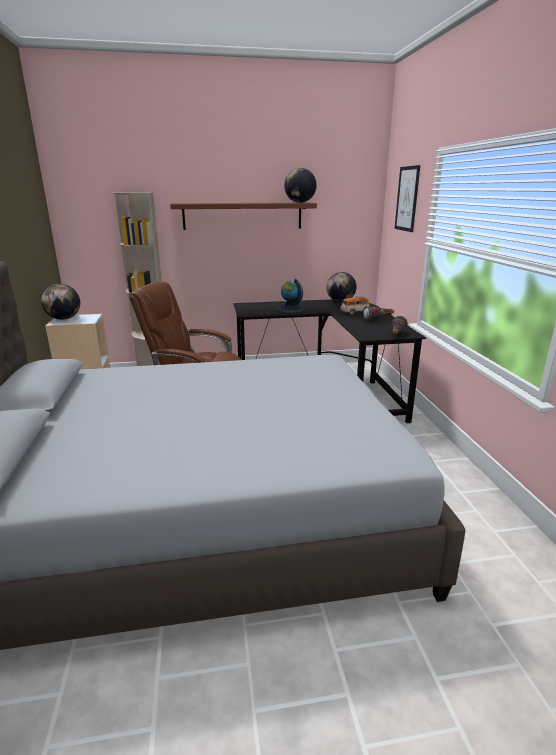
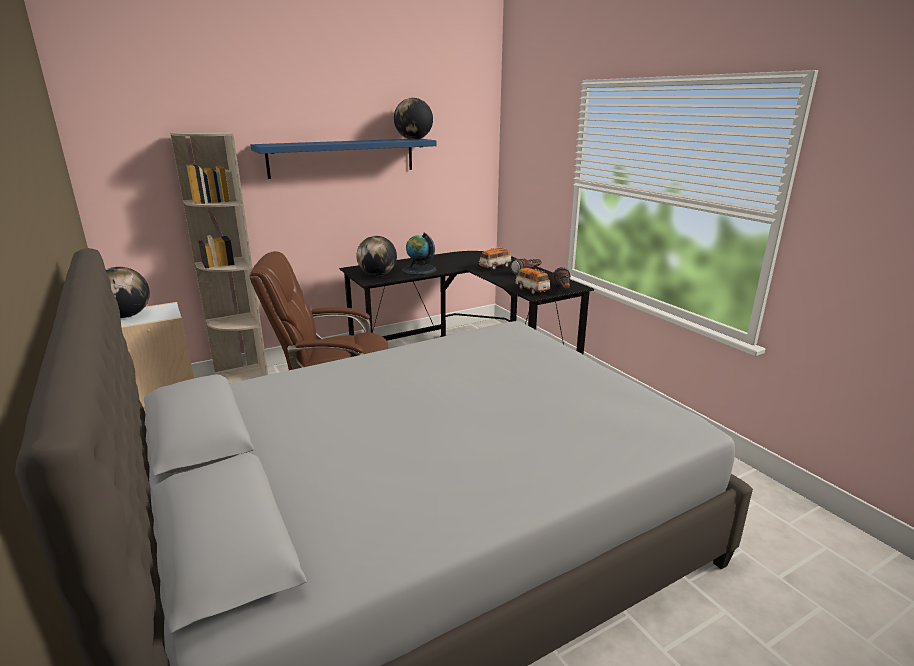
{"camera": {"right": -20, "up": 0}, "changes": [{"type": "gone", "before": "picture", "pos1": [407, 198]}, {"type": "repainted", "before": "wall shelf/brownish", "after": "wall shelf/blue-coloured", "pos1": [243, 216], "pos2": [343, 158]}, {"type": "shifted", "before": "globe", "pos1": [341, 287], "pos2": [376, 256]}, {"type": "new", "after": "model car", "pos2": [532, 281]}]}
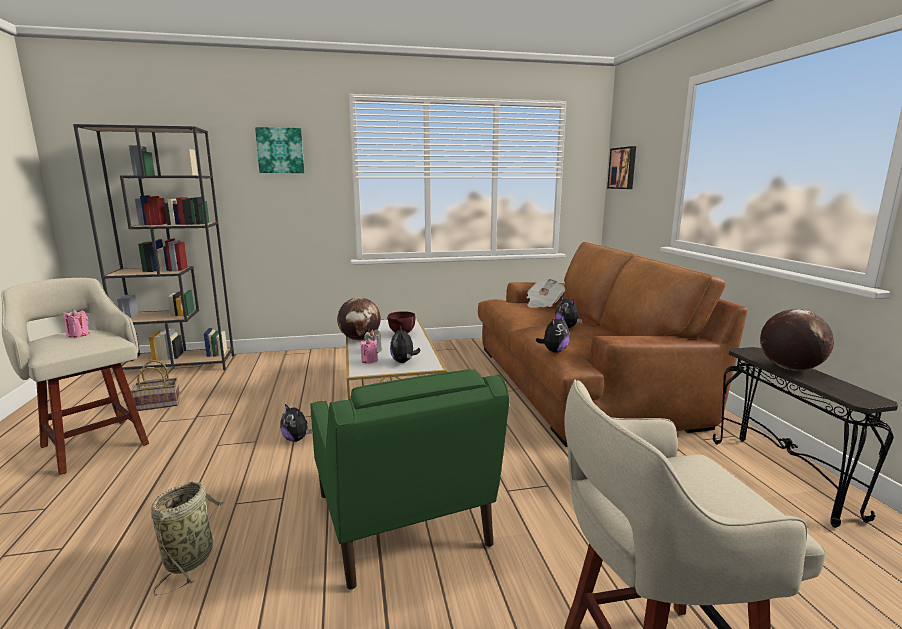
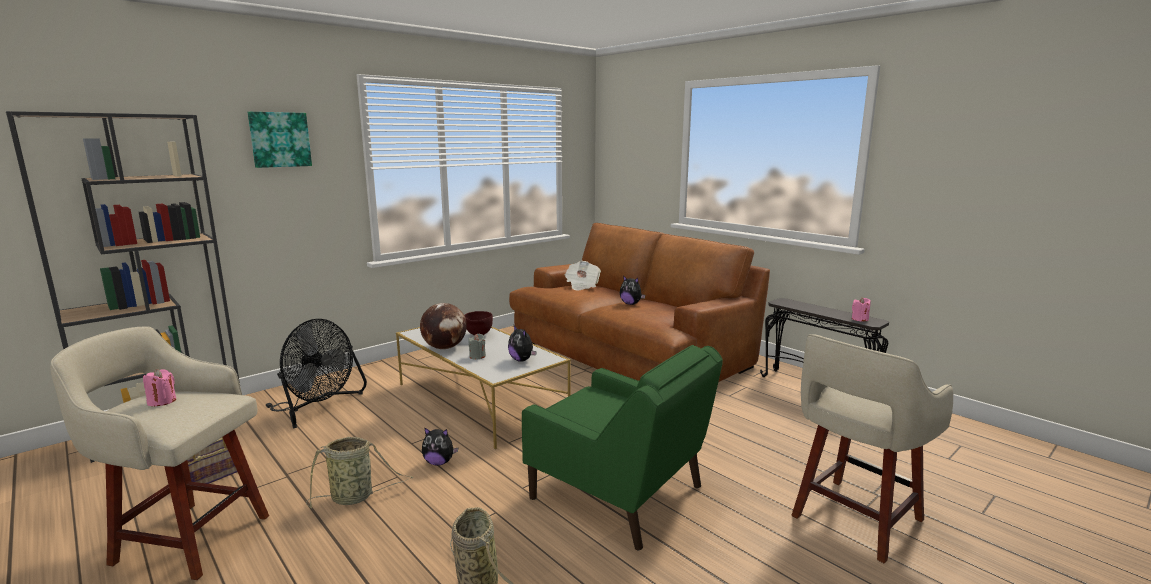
{"camera": {"right": -30, "up": 0}, "changes": [{"type": "gone", "before": "picture", "pos1": [621, 167]}, {"type": "gone", "before": "globe", "pos1": [797, 340]}, {"type": "gone", "before": "plush toy", "pos1": [553, 334]}, {"type": "shifted", "before": "wax candle/pinkish", "pos1": [369, 350], "pos2": [861, 309]}, {"type": "new", "after": "electric fan/black-coloured", "pos2": [316, 374]}, {"type": "new", "after": "household basket", "pos2": [360, 472]}]}
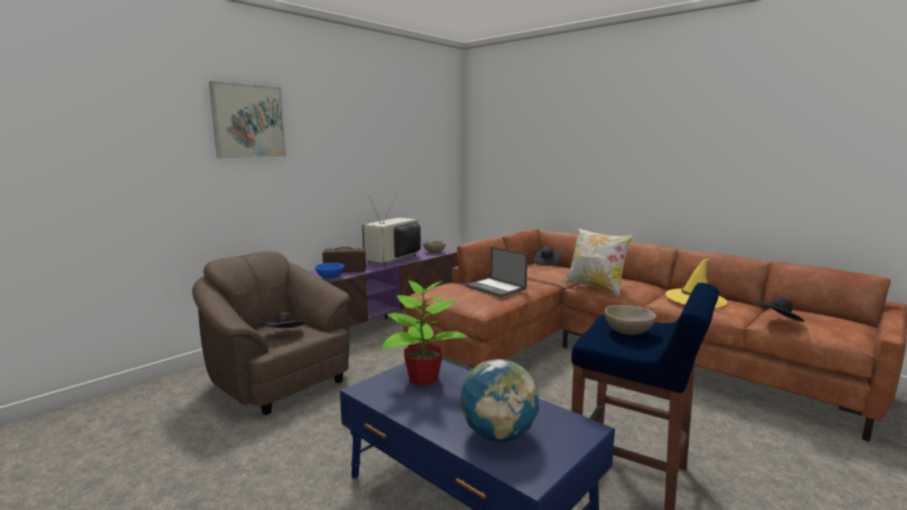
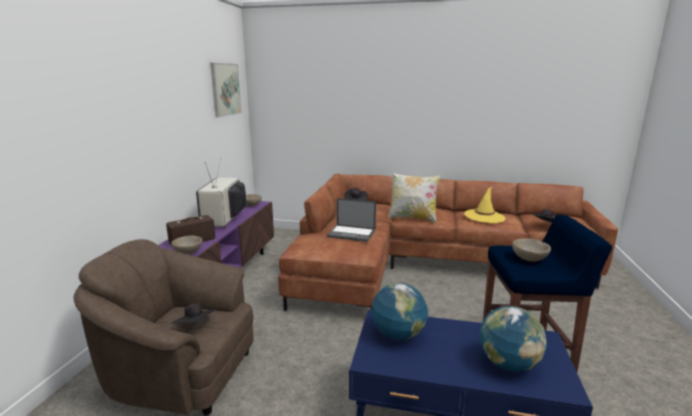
{"camera": {"right": -30, "up": 5}, "changes": [{"type": "shifted", "before": "picture", "pos1": [247, 119], "pos2": [226, 90]}, {"type": "repainted", "before": "bowl/blue-coloured", "after": "bowl/beige", "pos1": [329, 270], "pos2": [186, 244]}, {"type": "swapped", "before": "plant in a pot", "after": "globe", "pos1": [424, 333], "pos2": [400, 311]}]}
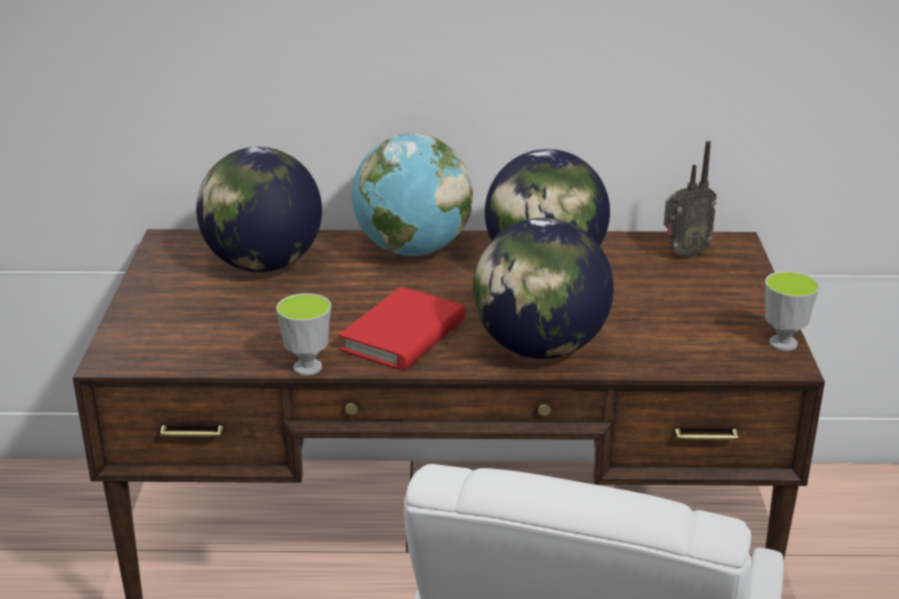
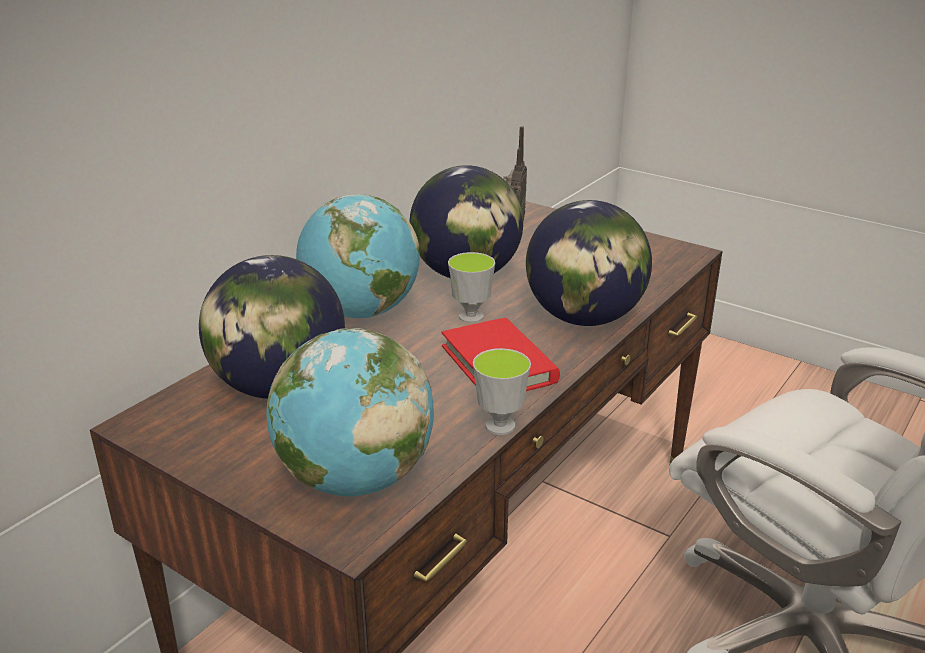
{"camera": {"right": -55, "up": 0}, "changes": [{"type": "shifted", "before": "drinking cup", "pos1": [792, 311], "pos2": [471, 287]}, {"type": "new", "after": "globe", "pos2": [350, 412]}]}
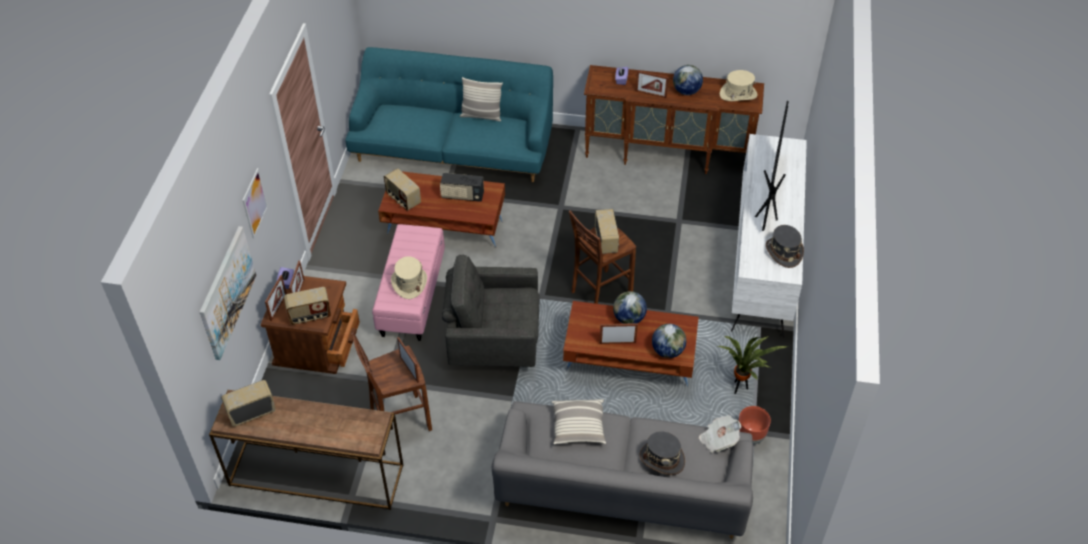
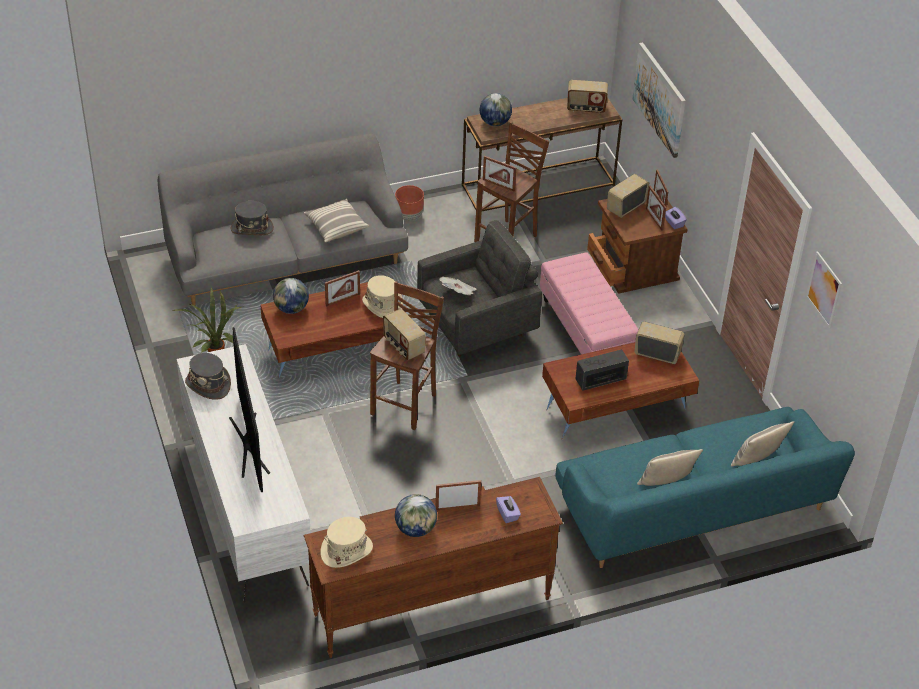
{"camera": {"right": 150, "up": -5}, "changes": [{"type": "shifted", "before": "picture", "pos1": [255, 203], "pos2": [824, 290]}, {"type": "shifted", "before": "hat/beige", "pos1": [409, 277], "pos2": [382, 296]}, {"type": "shifted", "before": "globe", "pos1": [630, 307], "pos2": [496, 109]}, {"type": "rotated", "before": "radio", "pos1": [248, 403], "pos2": [587, 96], "turn": 60}, {"type": "shifted", "before": "planter/brownish", "pos1": [754, 425], "pos2": [409, 203]}, {"type": "shifted", "before": "daily paper", "pos1": [720, 434], "pos2": [458, 286]}, {"type": "new", "after": "cushion", "pos2": [762, 443]}]}
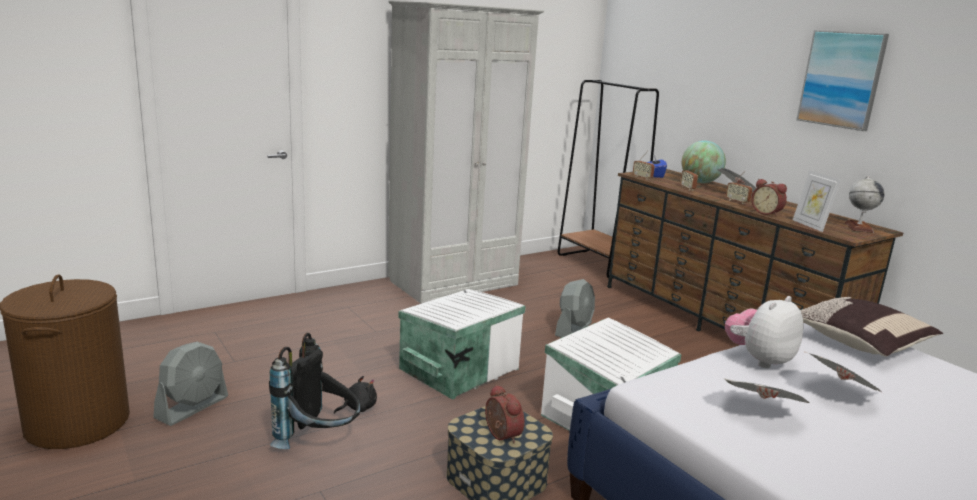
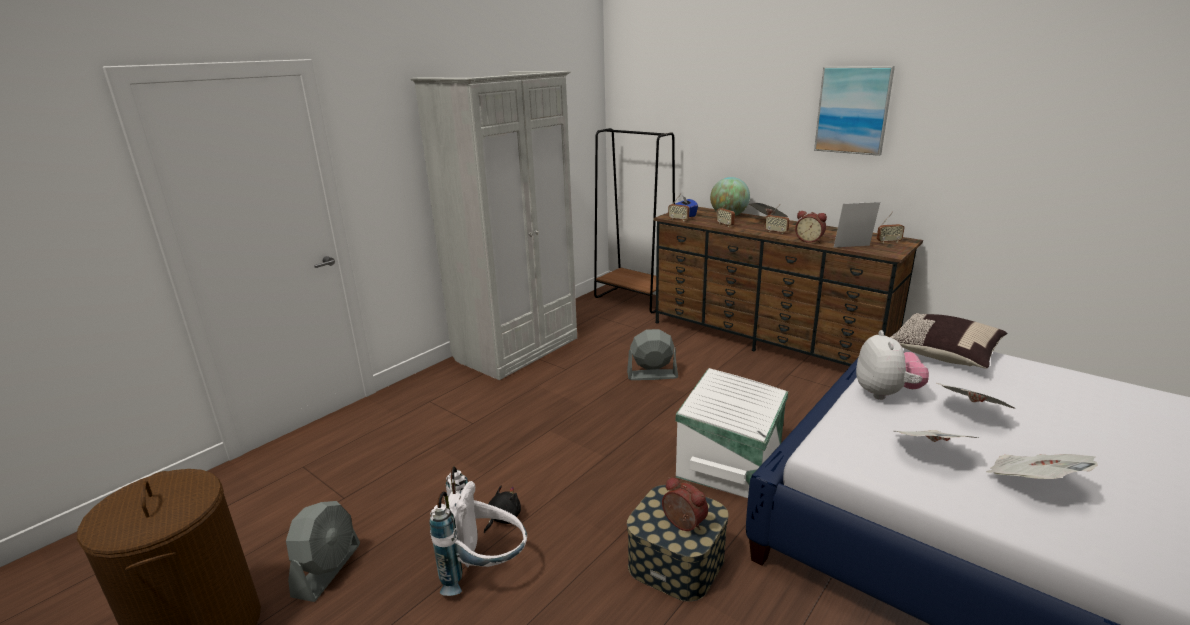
{"camera": {"right": -15, "up": 5}, "changes": [{"type": "rotated", "before": "picture frame", "pos1": [817, 201], "pos2": [857, 225], "turn": 120}, {"type": "swapped", "before": "globe", "after": "radio", "pos1": [865, 204], "pos2": [891, 227]}, {"type": "rotated", "before": "electric fan/grey", "pos1": [575, 308], "pos2": [652, 354], "turn": -105}, {"type": "gone", "before": "storage bin/white", "pos1": [462, 344]}, {"type": "rotated", "before": "plush toy", "pos1": [764, 332], "pos2": [892, 365], "turn": 150}, {"type": "repainted", "before": "backpack/black-coloured", "after": "backpack/white", "pos1": [314, 391], "pos2": [478, 531]}, {"type": "new", "after": "daily paper", "pos2": [1041, 466]}]}
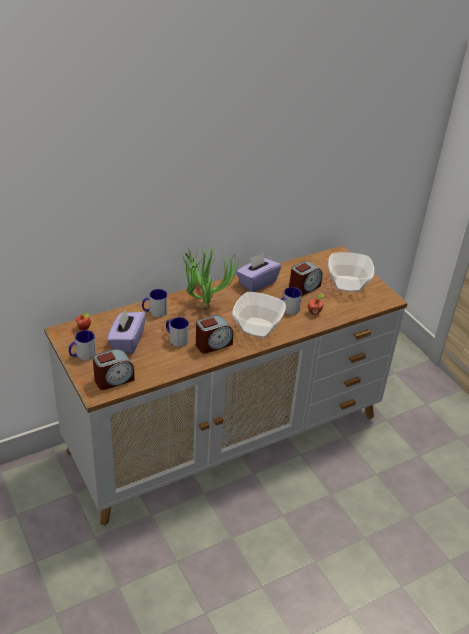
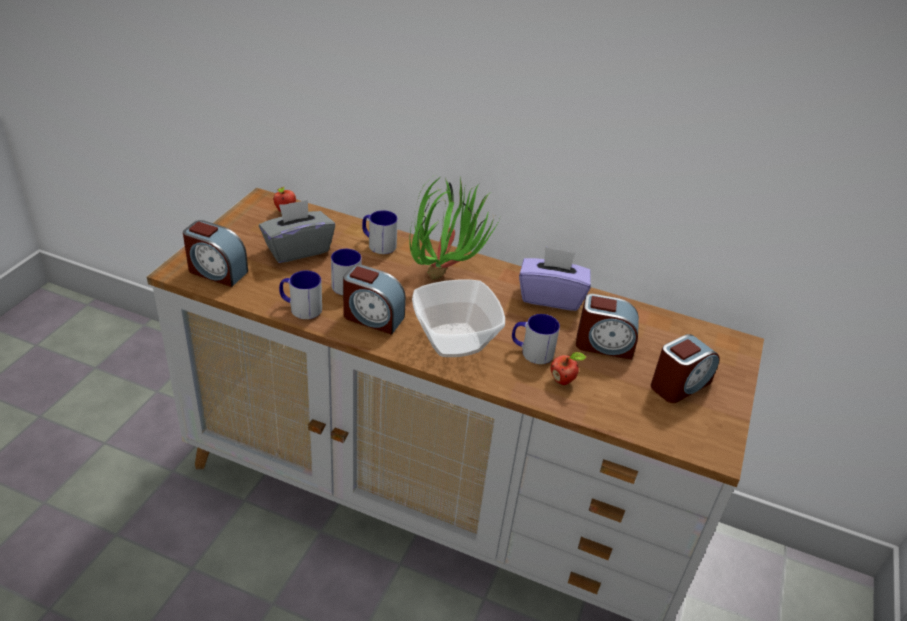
{"camera": {"right": 50, "up": 0}, "changes": [{"type": "swapped", "before": "bowl", "after": "alarm clock", "pos1": [351, 272], "pos2": [685, 368]}, {"type": "repainted", "before": "tissue holder/purplish", "after": "tissue holder/grey", "pos1": [126, 331], "pos2": [297, 231]}, {"type": "shifted", "before": "mug", "pos1": [82, 345], "pos2": [300, 294]}]}
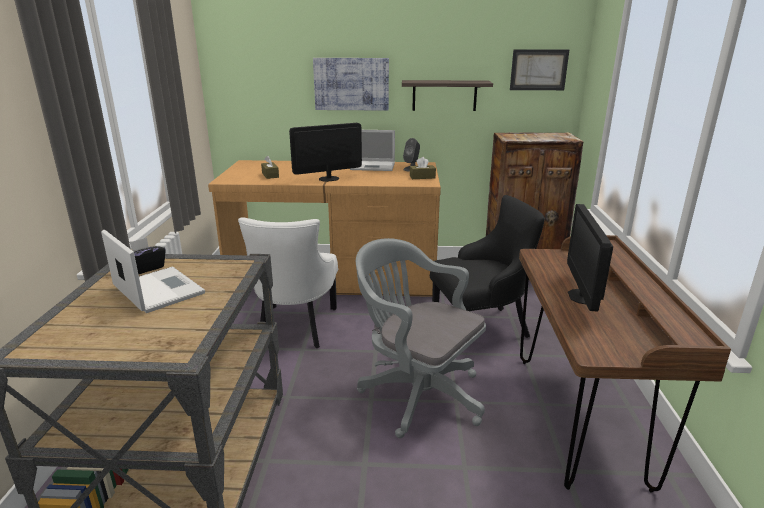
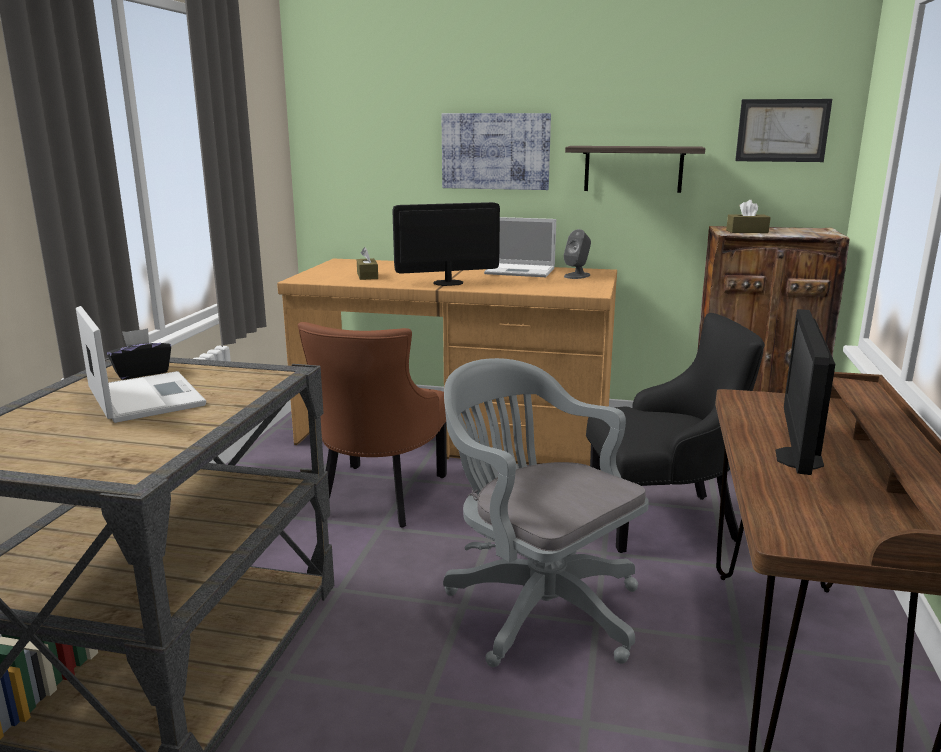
{"camera": {"right": 10, "up": -5}, "changes": [{"type": "shifted", "before": "tissue holder/brownish", "pos1": [423, 168], "pos2": [748, 216]}, {"type": "repainted", "before": "upright chair/white", "after": "upright chair/brownish", "pos1": [288, 282], "pos2": [372, 425]}]}
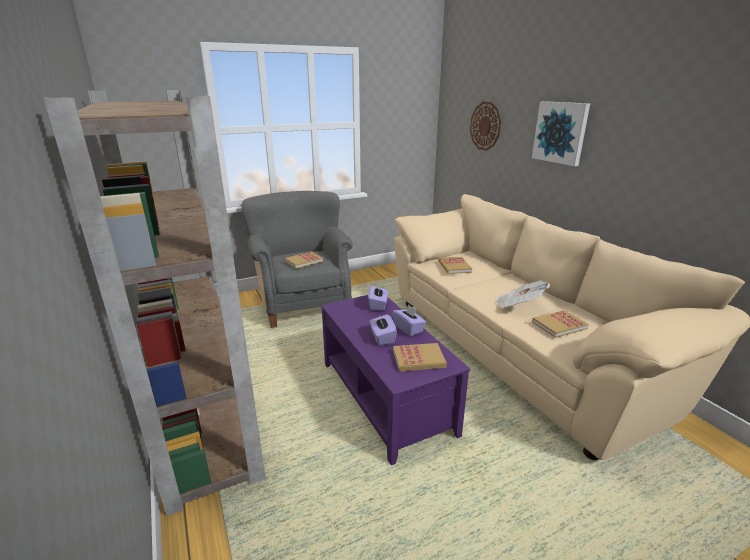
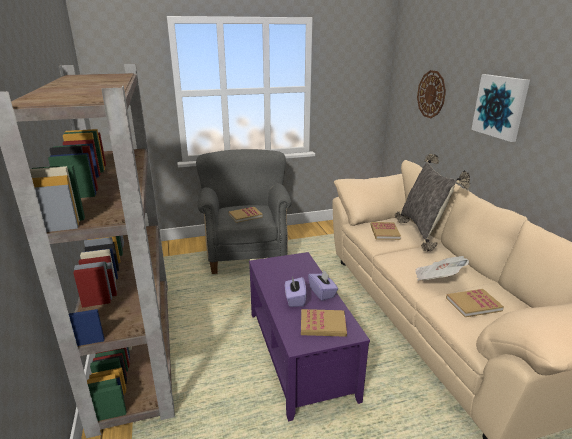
{"camera": {"right": 10, "up": 0}, "changes": [{"type": "gone", "before": "tissue holder/purplish", "pos1": [378, 298]}, {"type": "new", "after": "cushion", "pos2": [432, 203]}]}
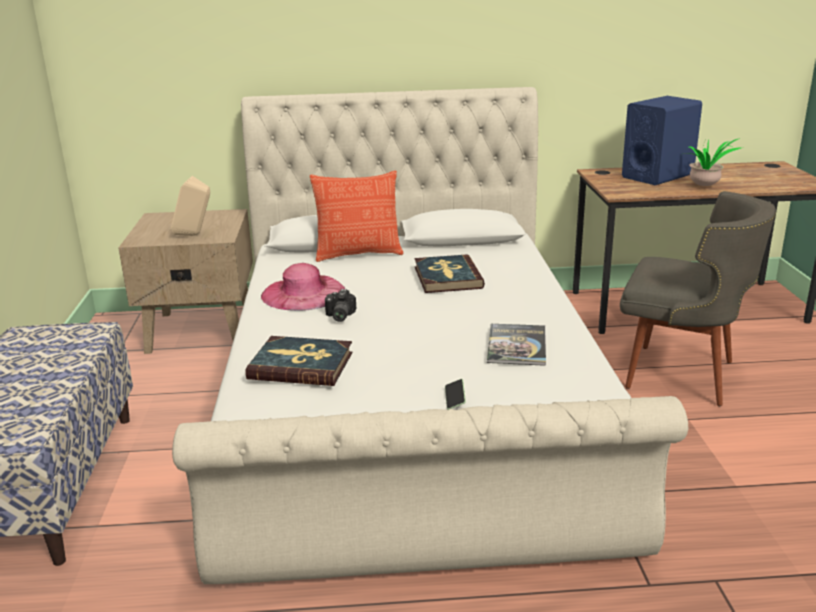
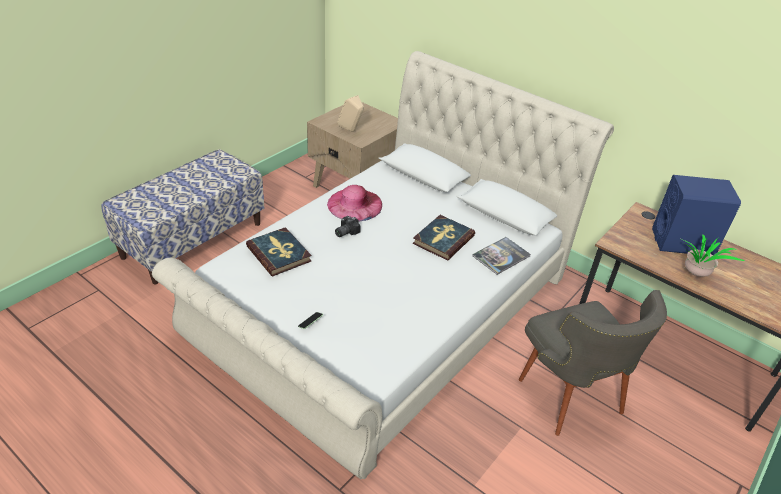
{"camera": {"right": 40, "up": 15}, "changes": [{"type": "gone", "before": "cushion/orange-coloured", "pos1": [356, 216]}, {"type": "shifted", "before": "bound book", "pos1": [516, 345], "pos2": [501, 256]}]}
